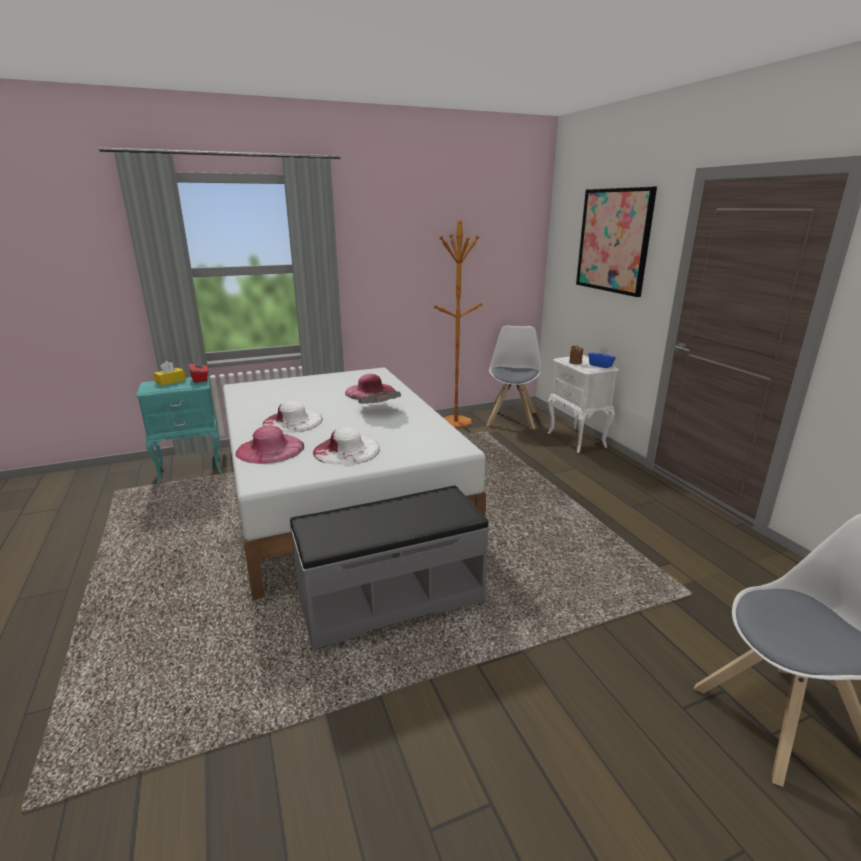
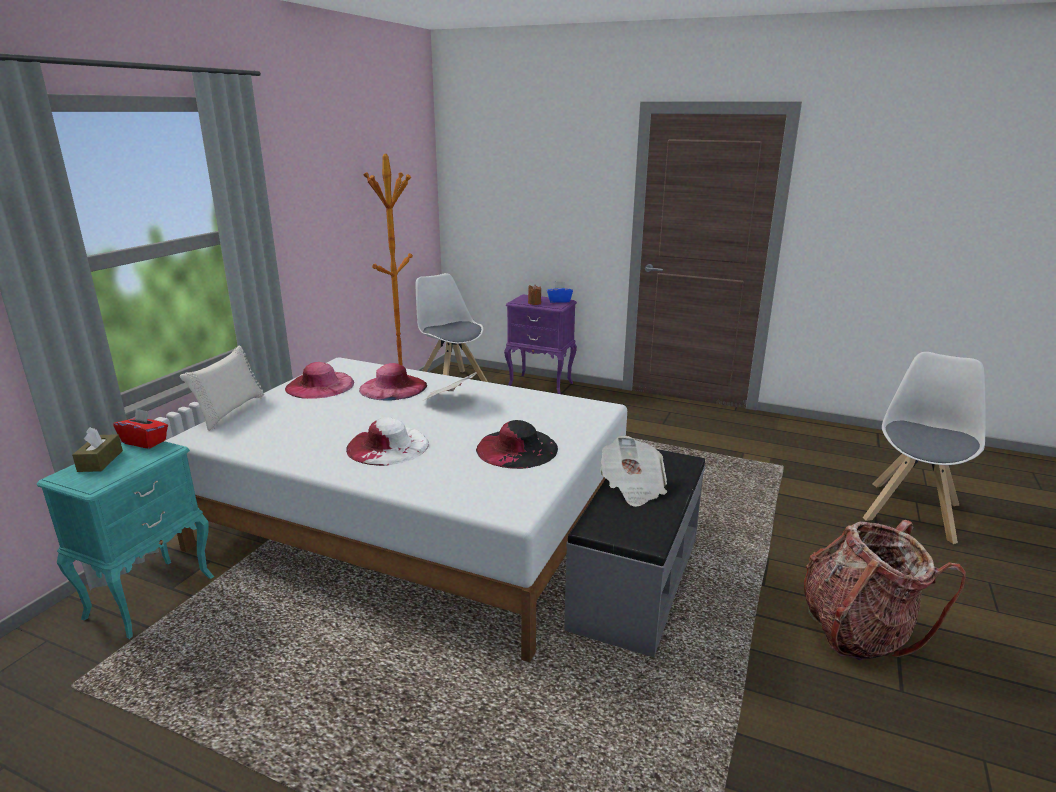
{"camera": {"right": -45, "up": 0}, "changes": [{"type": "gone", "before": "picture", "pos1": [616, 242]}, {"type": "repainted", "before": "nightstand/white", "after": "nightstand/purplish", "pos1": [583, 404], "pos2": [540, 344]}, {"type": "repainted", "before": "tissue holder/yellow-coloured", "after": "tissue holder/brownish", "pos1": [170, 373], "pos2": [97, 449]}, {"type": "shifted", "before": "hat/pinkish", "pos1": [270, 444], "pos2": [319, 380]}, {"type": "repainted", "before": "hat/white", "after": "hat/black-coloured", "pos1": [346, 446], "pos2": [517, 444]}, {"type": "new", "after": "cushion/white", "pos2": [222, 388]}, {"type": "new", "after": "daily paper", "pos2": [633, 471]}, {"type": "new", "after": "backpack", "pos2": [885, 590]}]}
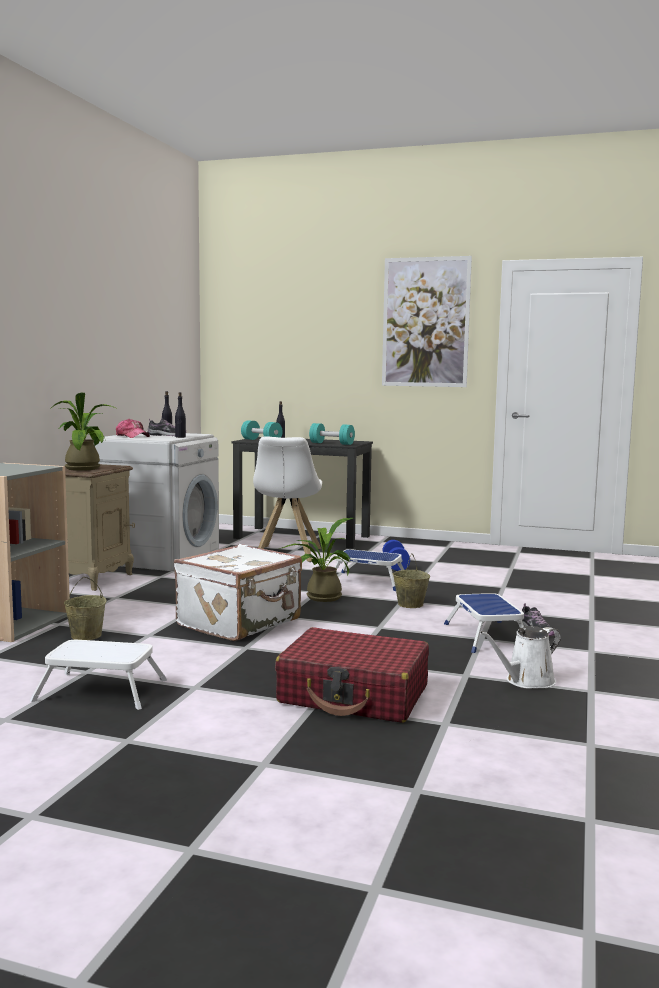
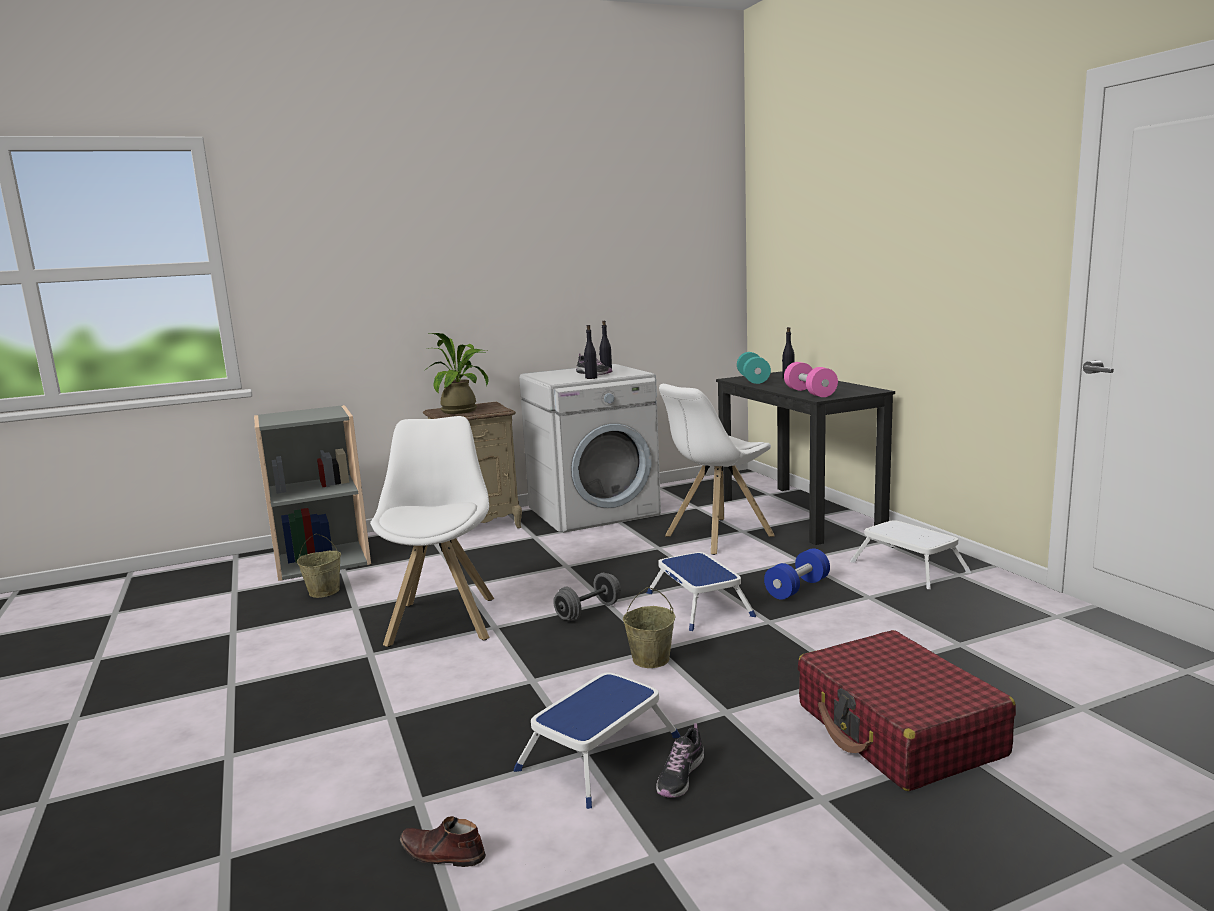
{"camera": {"right": 50, "up": 5}, "changes": [{"type": "gone", "before": "picture", "pos1": [427, 321]}, {"type": "gone", "before": "peaked cap", "pos1": [133, 428]}, {"type": "repainted", "before": "hand weight/turquoise-coloured", "after": "hand weight/pinkish", "pos1": [332, 434], "pos2": [811, 379]}, {"type": "swapped", "before": "plant in a pot", "after": "hand weight/grey", "pos1": [316, 560], "pos2": [587, 597]}, {"type": "swapped", "before": "suitcase/white", "after": "upright chair/white", "pos1": [238, 592], "pos2": [432, 531]}, {"type": "swapped", "before": "sprinkling can/white", "after": "shoe/brownish", "pos1": [520, 657], "pos2": [443, 841]}, {"type": "shifted", "before": "suitcase/red", "pos1": [352, 675], "pos2": [907, 710]}, {"type": "shifted", "before": "step ladder/white", "pos1": [98, 675], "pos2": [910, 554]}]}
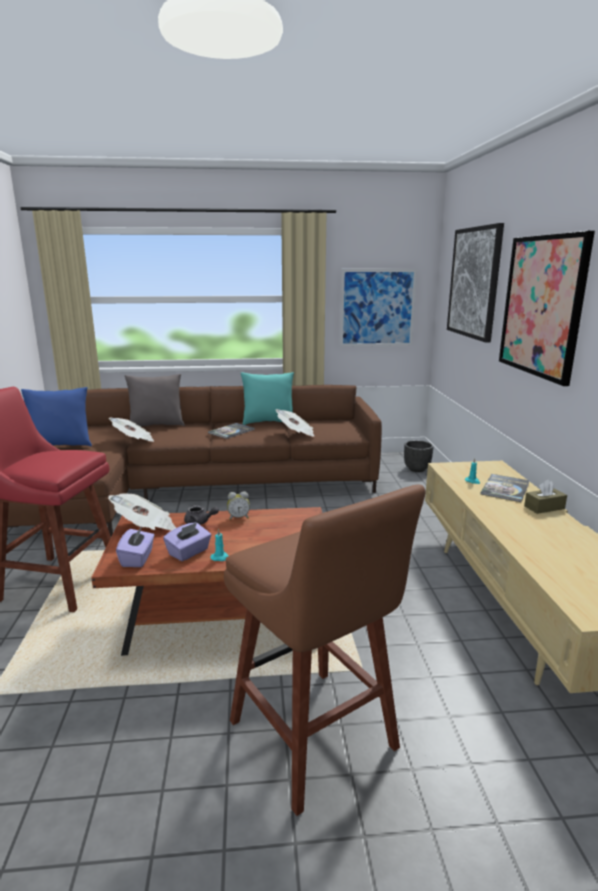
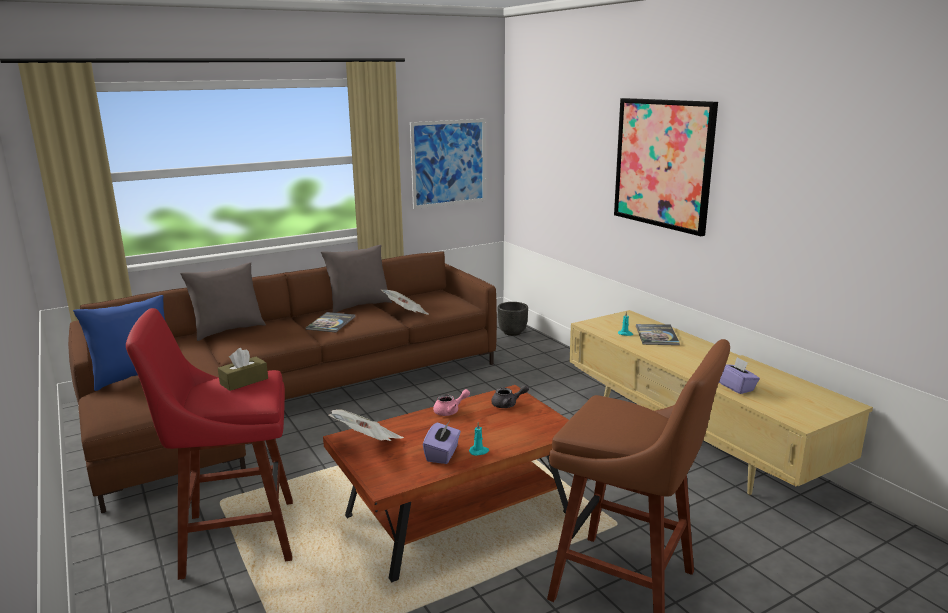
{"camera": {"right": -25, "up": 0}, "changes": [{"type": "gone", "before": "picture", "pos1": [475, 283]}, {"type": "repainted", "before": "cushion/turquoise-coloured", "after": "cushion/grey", "pos1": [267, 398], "pos2": [356, 279]}, {"type": "gone", "before": "daily paper", "pos1": [131, 430]}, {"type": "shifted", "before": "tissue holder/brownish", "pos1": [545, 496], "pos2": [243, 369]}, {"type": "swapped", "before": "alarm clock", "after": "pot for tea/pinkish", "pos1": [238, 505], "pos2": [451, 402]}, {"type": "shifted", "before": "pot for tea/grey", "pos1": [201, 515], "pos2": [510, 396]}, {"type": "shifted", "before": "tissue holder/purplish", "pos1": [135, 546], "pos2": [739, 375]}]}
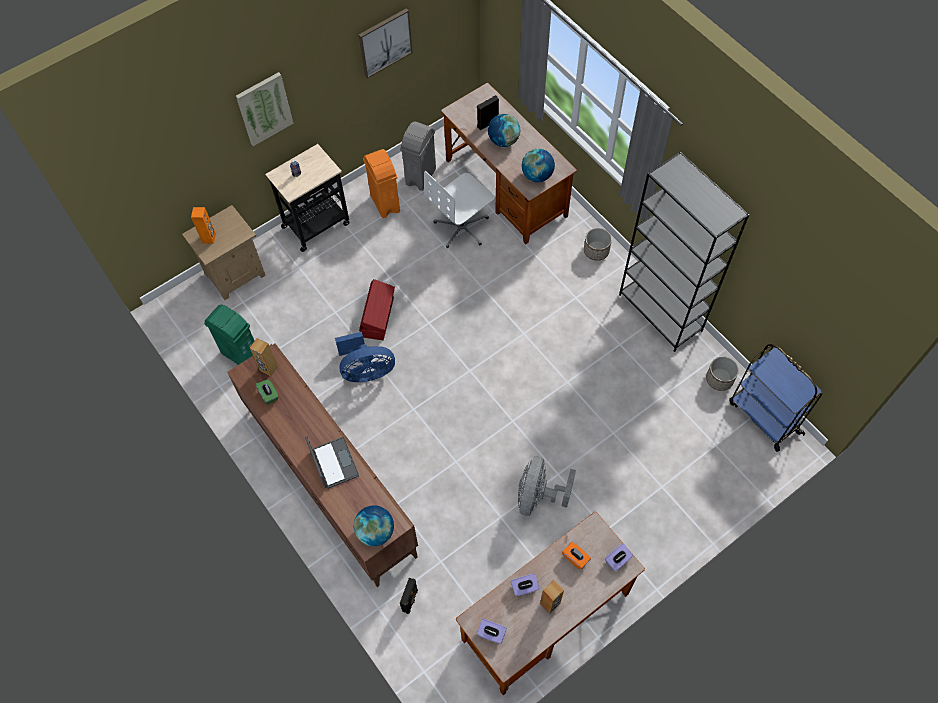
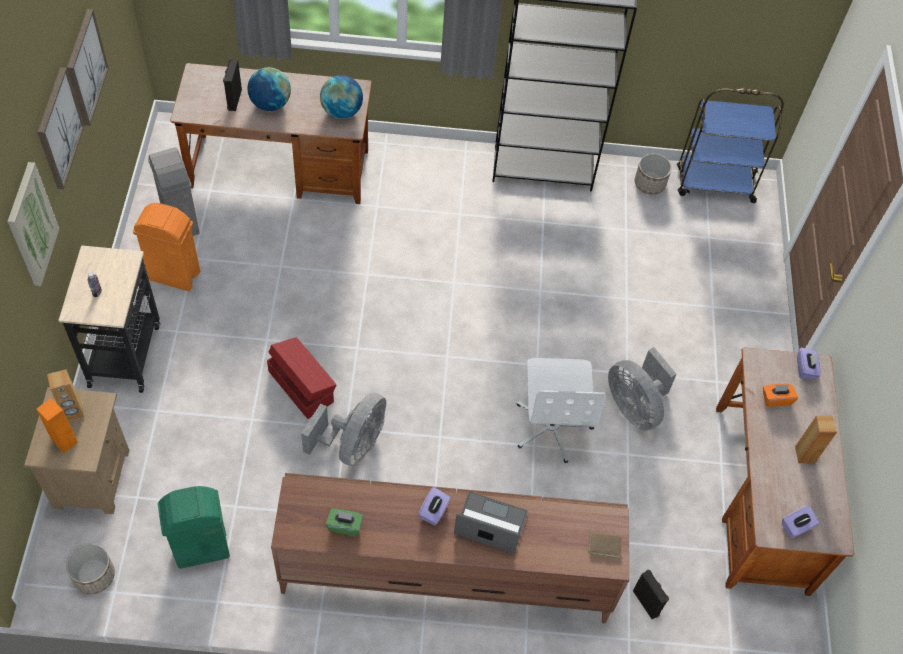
{"camera": {"right": -55, "up": -5}, "changes": [{"type": "shifted", "before": "computer chair/white", "pos1": [459, 209], "pos2": [561, 410]}, {"type": "shifted", "before": "planter", "pos1": [598, 244], "pos2": [90, 569]}, {"type": "repainted", "before": "electric fan/blue-coloured", "after": "electric fan/grey", "pos1": [365, 357], "pos2": [343, 429]}, {"type": "shifted", "before": "audio speaker/brownish", "pos1": [264, 357], "pos2": [65, 395]}, {"type": "swapped", "before": "globe", "after": "bound book/brownish", "pos1": [374, 526], "pos2": [605, 541]}, {"type": "shifted", "before": "tissue holder/purplish", "pos1": [525, 585], "pos2": [434, 506]}, {"type": "new", "after": "picture", "pos2": [60, 128]}]}
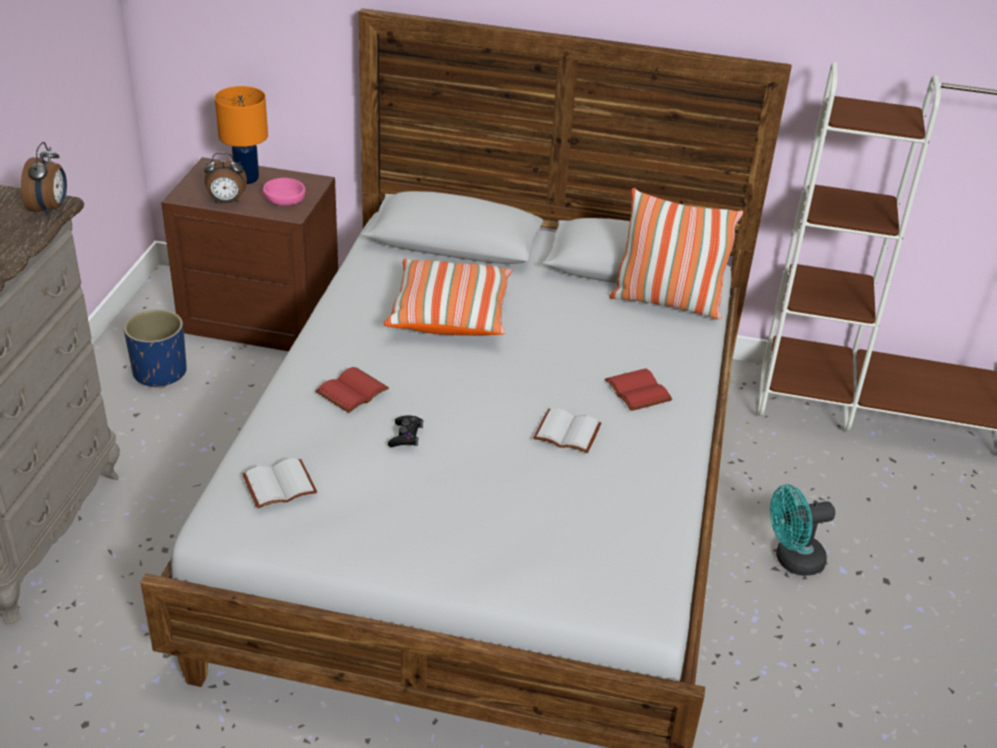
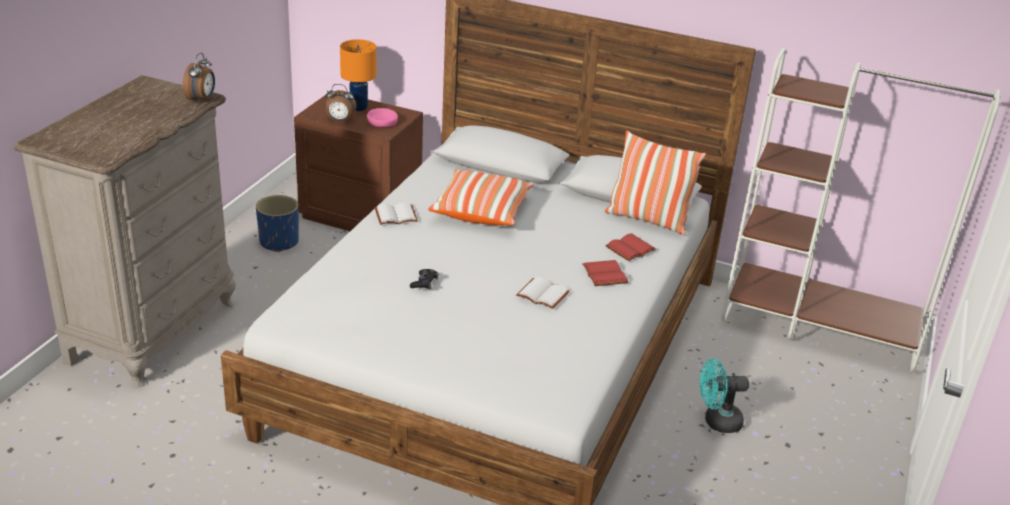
{"camera": {"right": 10, "up": -5}, "changes": [{"type": "shifted", "before": "bound book/red", "pos1": [352, 390], "pos2": [631, 247]}, {"type": "shifted", "before": "bound book/white", "pos1": [280, 483], "pos2": [396, 214]}]}
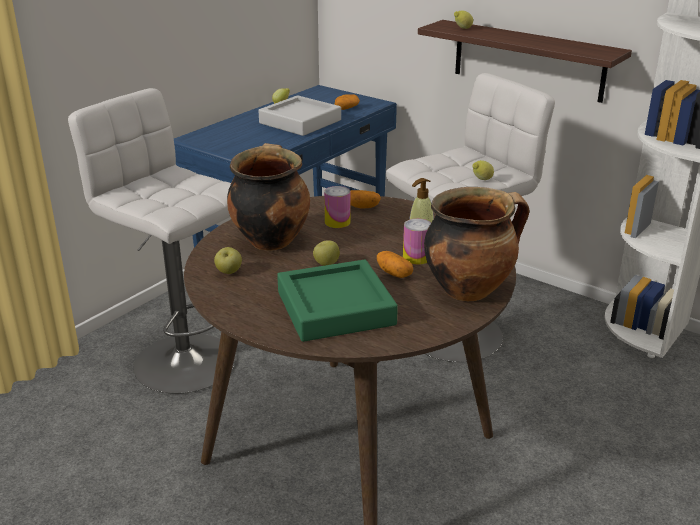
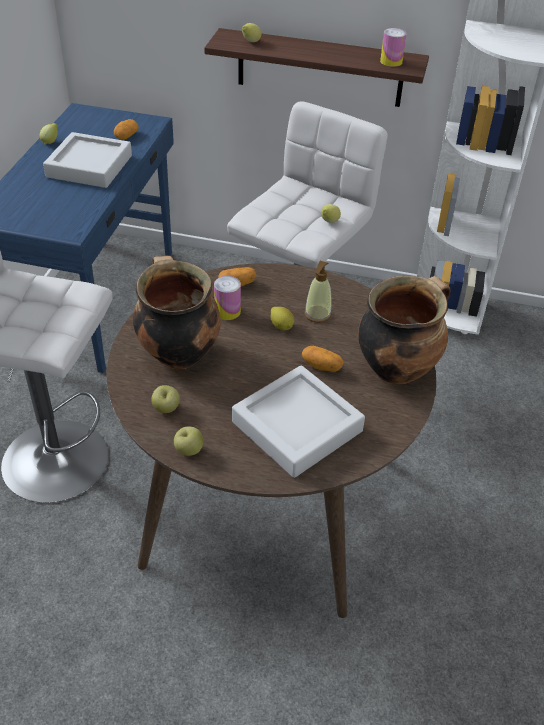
{"camera": {"right": -25, "up": 15}, "changes": [{"type": "shifted", "before": "can", "pos1": [417, 242], "pos2": [393, 47]}, {"type": "shifted", "before": "apple", "pos1": [326, 253], "pos2": [188, 441]}, {"type": "repainted", "before": "tray/green", "after": "tray/grey", "pos1": [337, 300], "pos2": [298, 421]}, {"type": "new", "after": "lemon", "pos2": [282, 318]}]}
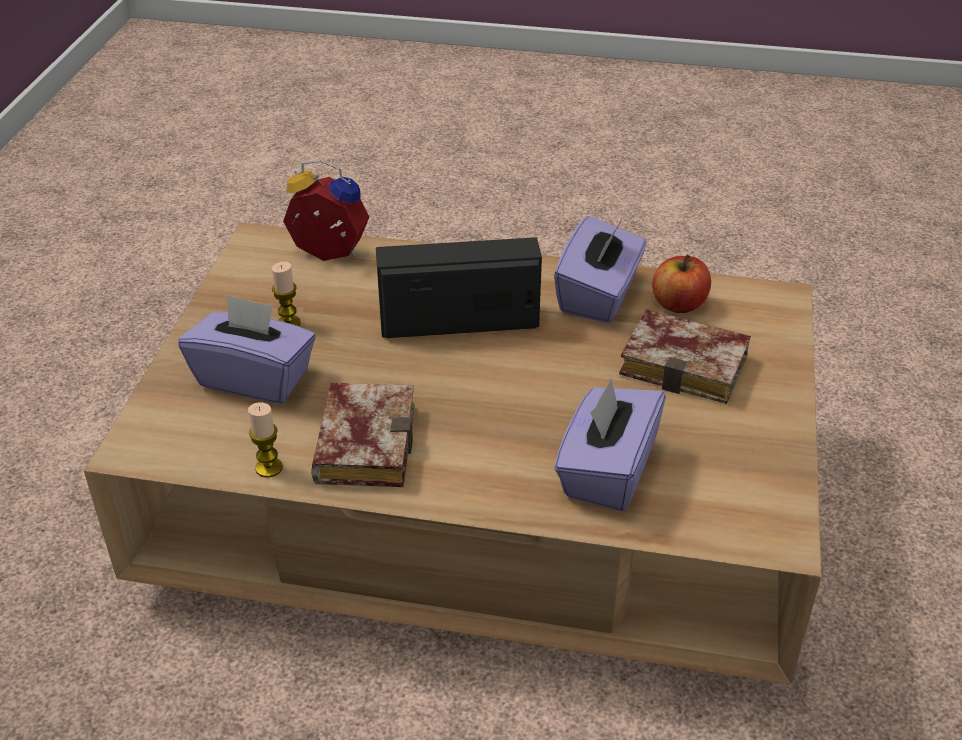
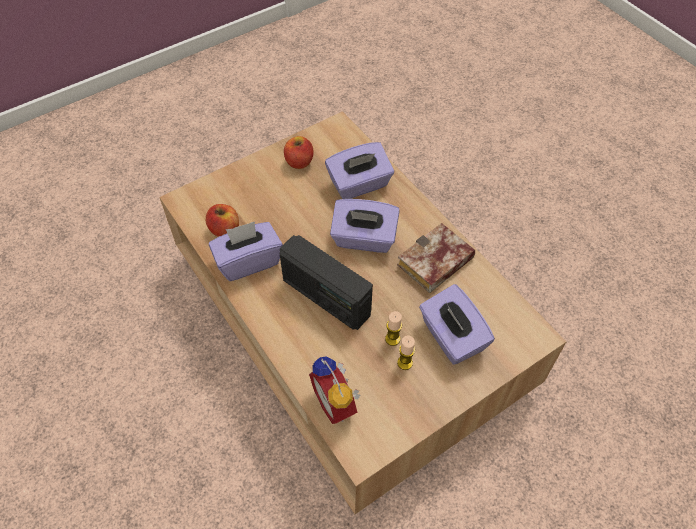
{"camera": {"right": -135, "up": 15}, "changes": [{"type": "gone", "before": "bound book", "pos1": [685, 356]}, {"type": "shifted", "before": "wax candle", "pos1": [265, 440], "pos2": [393, 328]}, {"type": "new", "after": "apple", "pos2": [298, 152]}, {"type": "new", "after": "tissue holder/purplish", "pos2": [365, 226]}]}
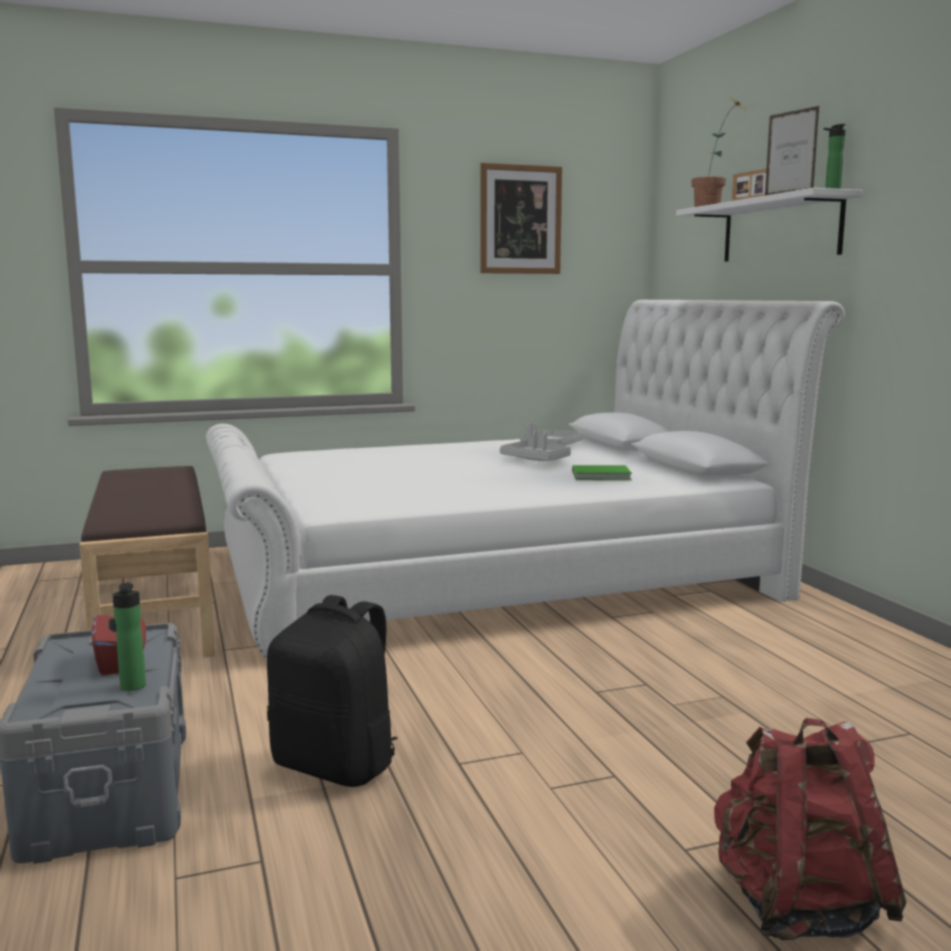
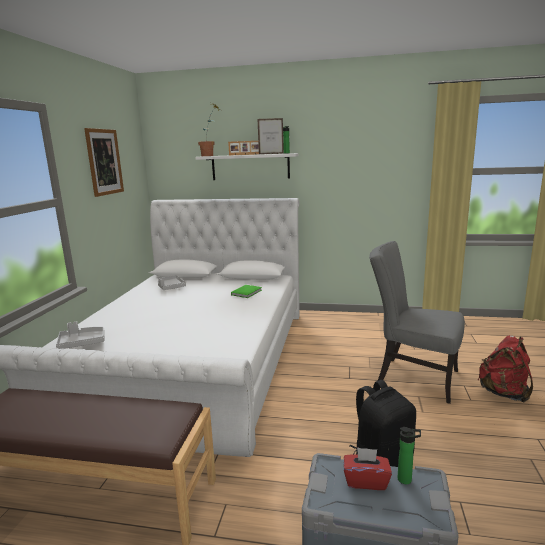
{"camera": {"right": -60, "up": 5}, "changes": [{"type": "shifted", "before": "tray/grey", "pos1": [535, 446], "pos2": [80, 335]}, {"type": "new", "after": "upright chair/grey", "pos2": [417, 322]}]}
